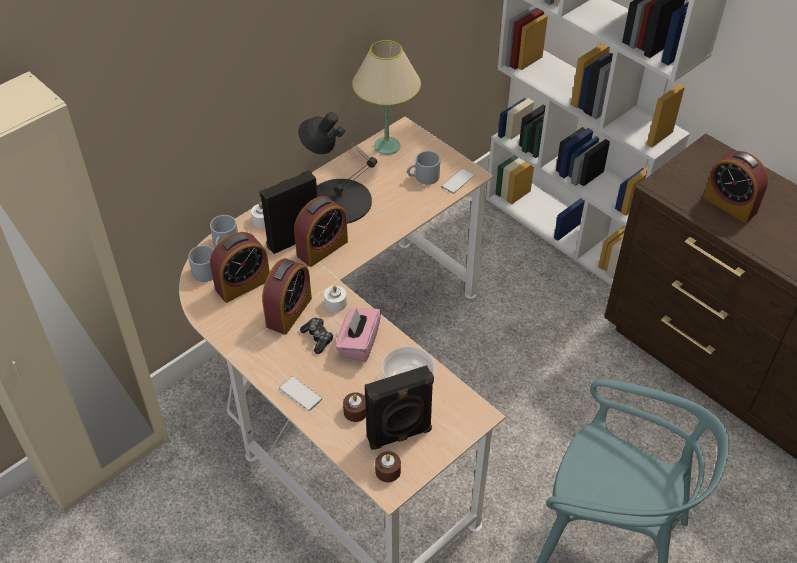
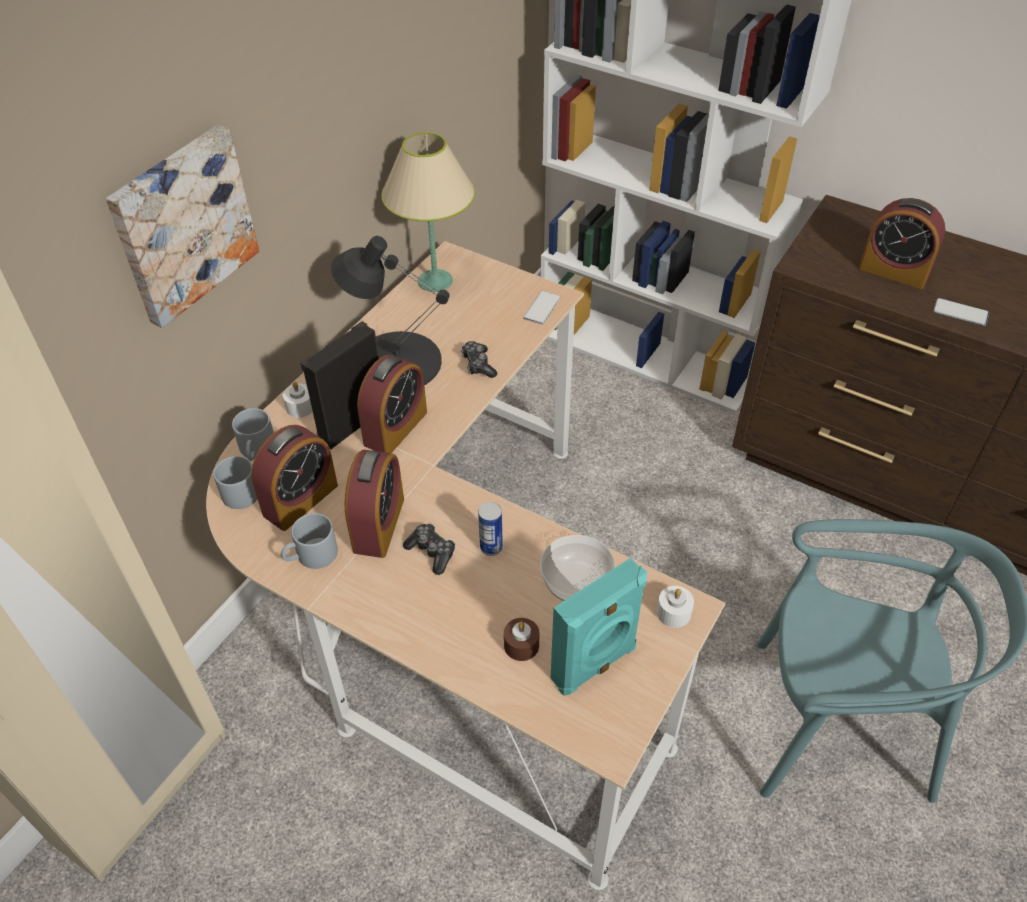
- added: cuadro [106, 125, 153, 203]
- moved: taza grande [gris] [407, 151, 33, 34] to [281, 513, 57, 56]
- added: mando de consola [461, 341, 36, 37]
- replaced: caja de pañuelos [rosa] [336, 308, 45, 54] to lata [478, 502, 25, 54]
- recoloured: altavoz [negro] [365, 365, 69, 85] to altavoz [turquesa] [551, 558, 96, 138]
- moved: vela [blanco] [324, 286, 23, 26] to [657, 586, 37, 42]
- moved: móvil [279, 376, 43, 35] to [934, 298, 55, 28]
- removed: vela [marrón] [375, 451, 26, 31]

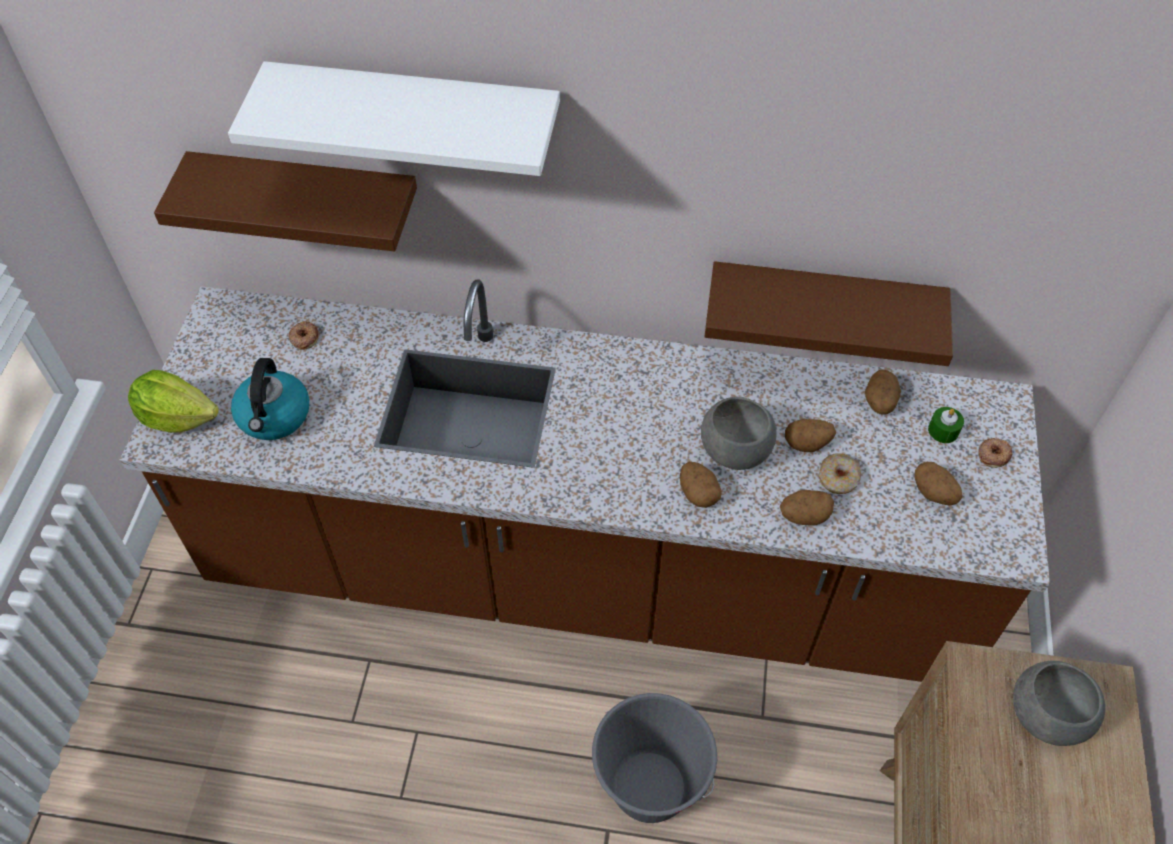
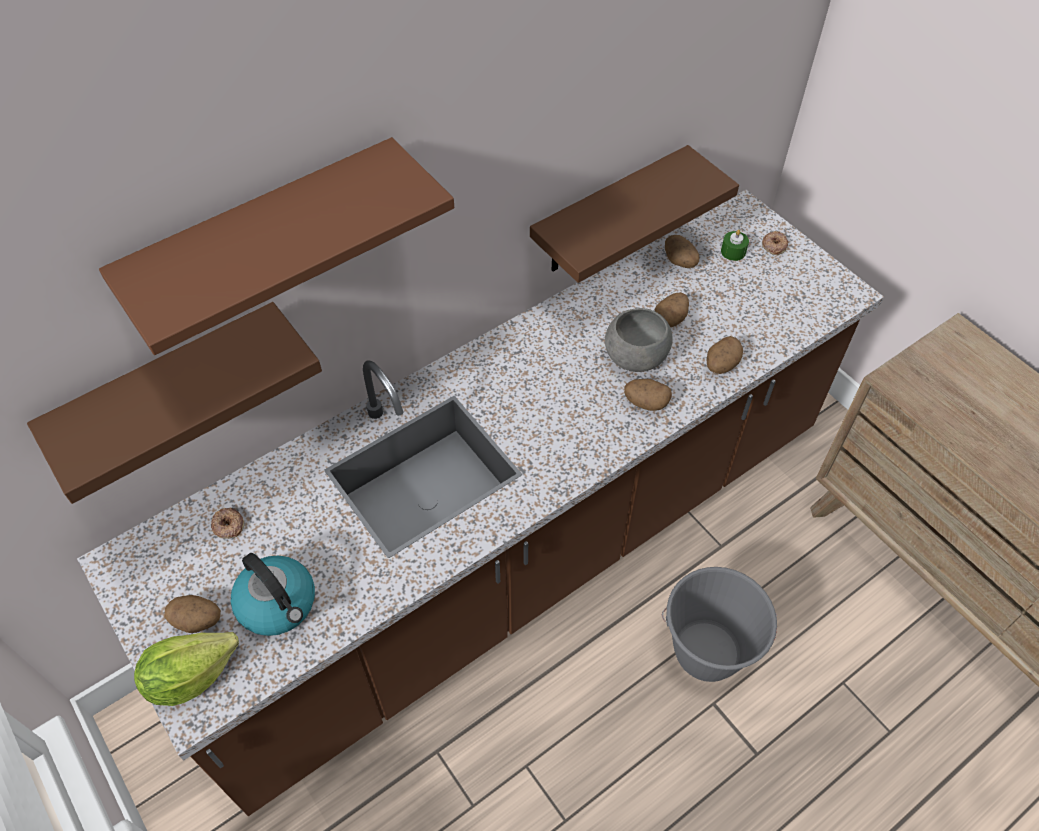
- recoloured: estante [blanco] [228, 61, 332, 115] to estante [marrón] [99, 137, 355, 218]
- moved: patata [915, 462, 48, 44] to [164, 595, 57, 38]
- removed: rosquilla [819, 453, 42, 41]
- removed: cuenco [gris] [1013, 661, 92, 85]

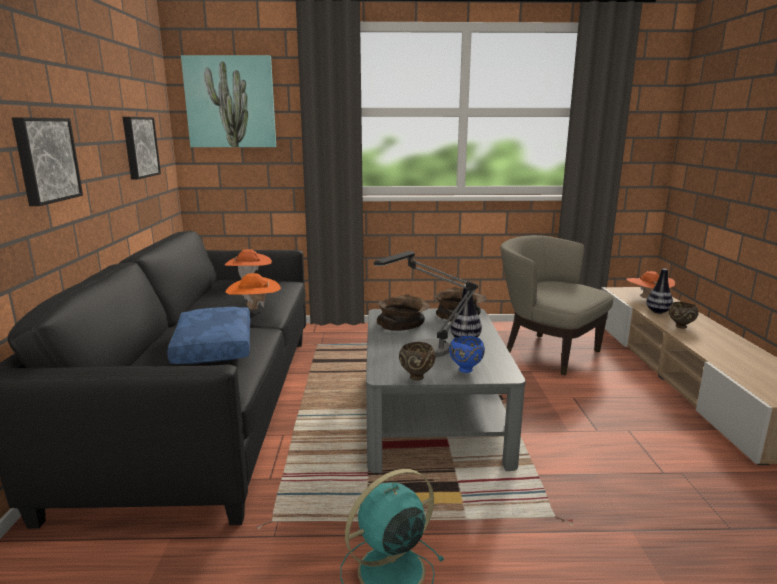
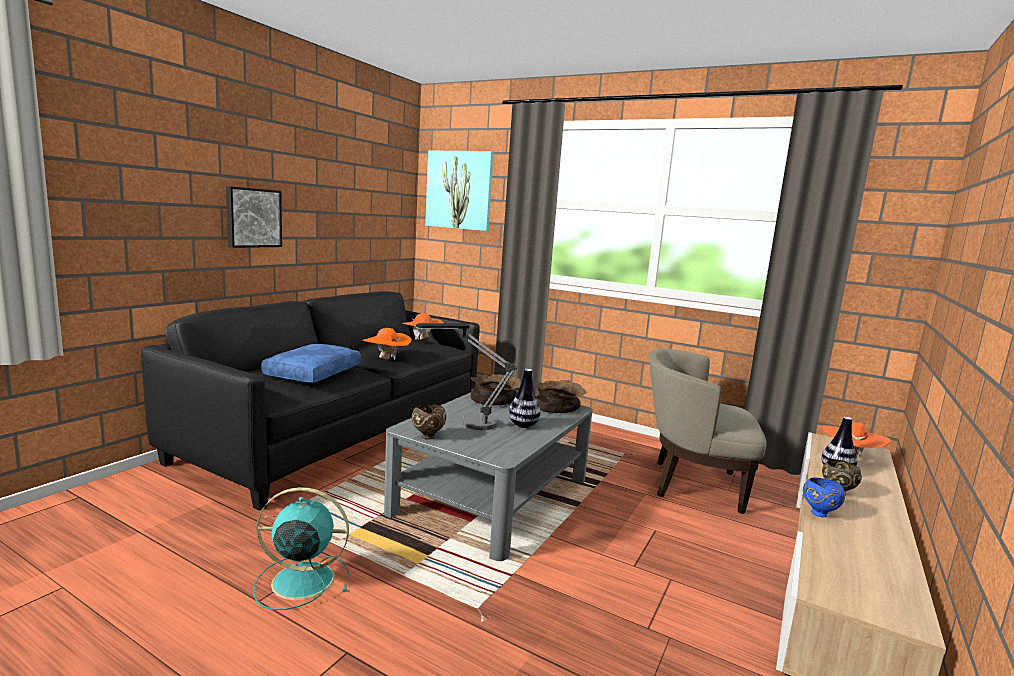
- turned: sillón [beis] [500, 235, 113, 140] = [649, 348, 117, 166] 60 degrees counterclockwise
- moved: cuenco [azul] [449, 336, 36, 37] to [803, 478, 42, 39]
- removed: cuadro [123, 117, 38, 62]

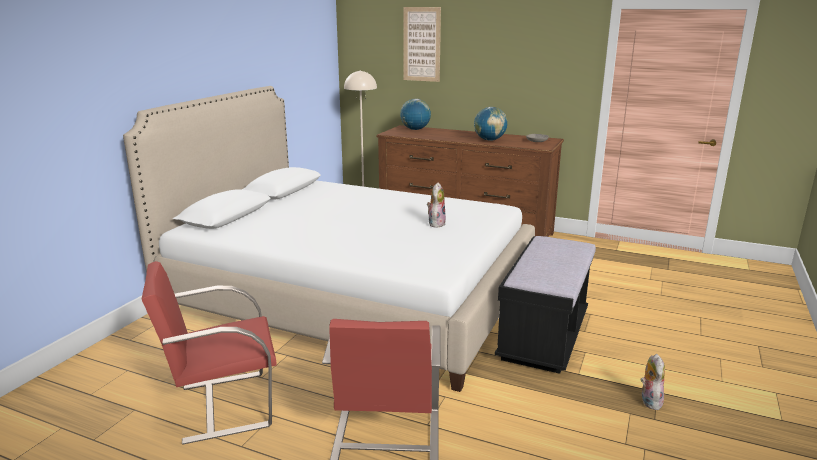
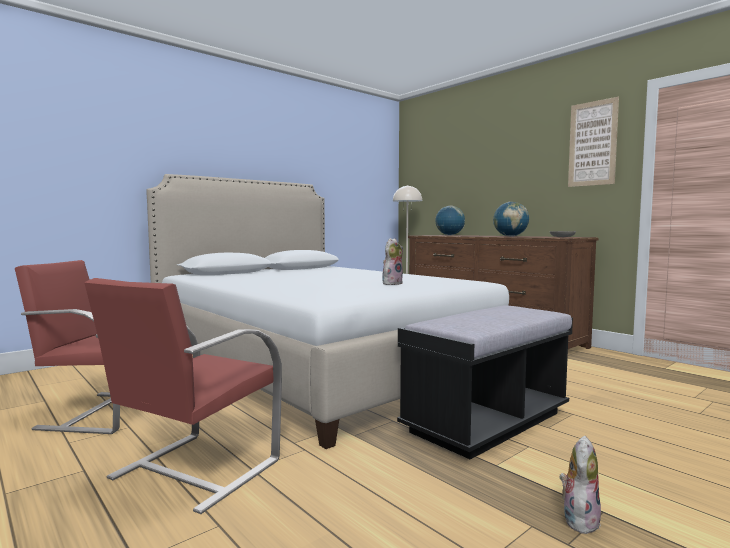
- moved: cuadro [403, 7, 38, 75] to [568, 97, 51, 90]

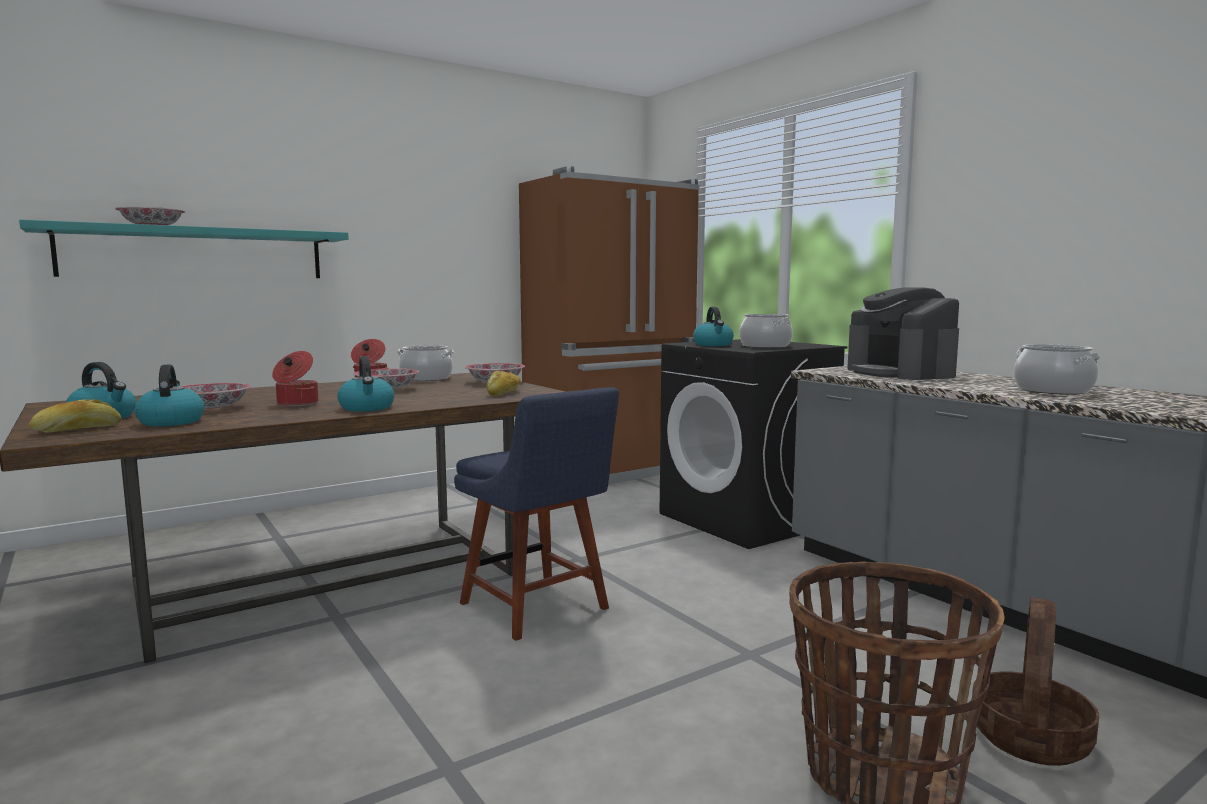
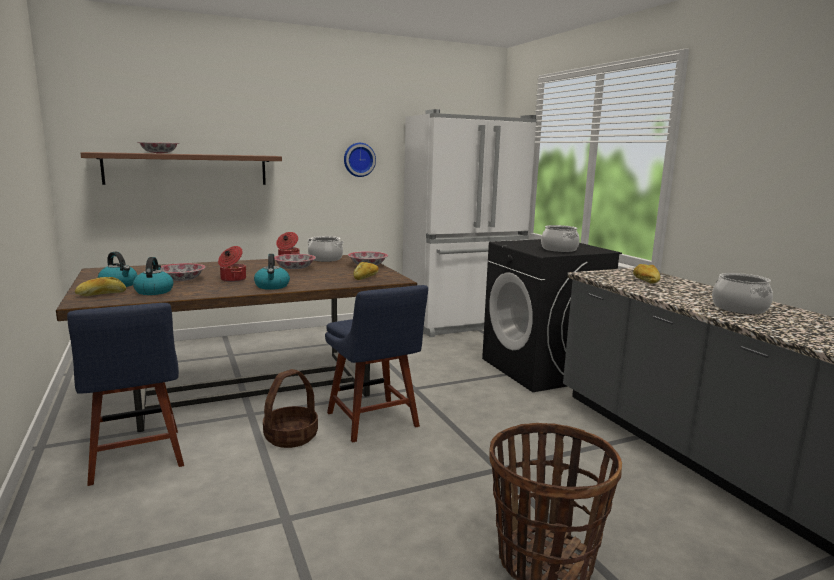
- added: silla [azul] [67, 303, 117, 183]
- recoloured: estante [turquesa] [19, 219, 330, 59] to estante [marrón] [81, 152, 201, 33]
- moved: cesta [972, 598, 127, 168] to [263, 369, 55, 79]
- added: reloj de pared [344, 143, 32, 34]
- recoloured: nevera [marrón] [519, 166, 180, 318] to nevera [blanco] [403, 109, 134, 228]
- replaced: cafetera [847, 287, 112, 93] to pan [633, 264, 27, 20]
- removed: hervidor [693, 307, 41, 39]

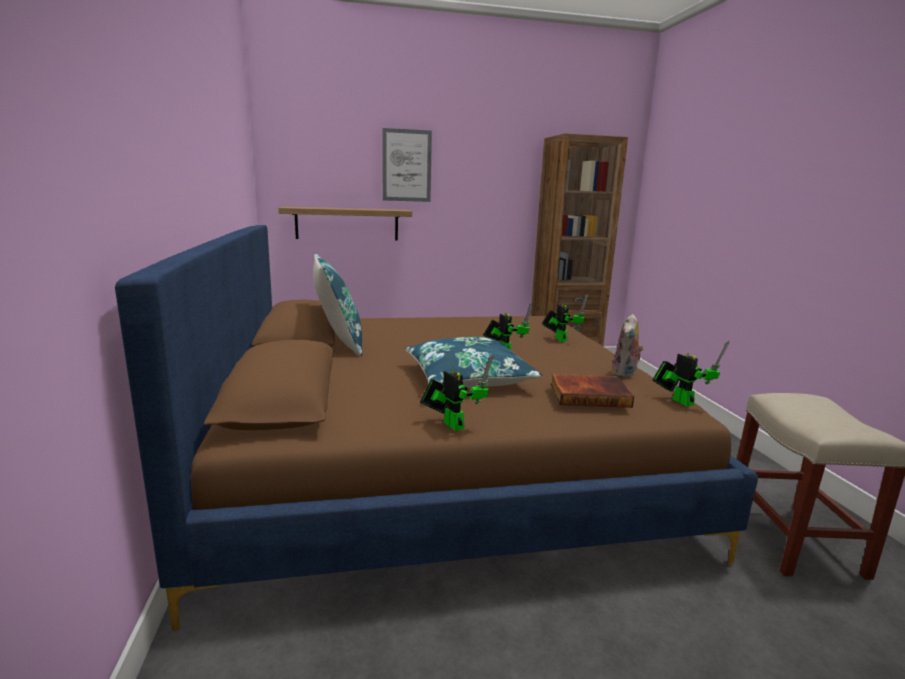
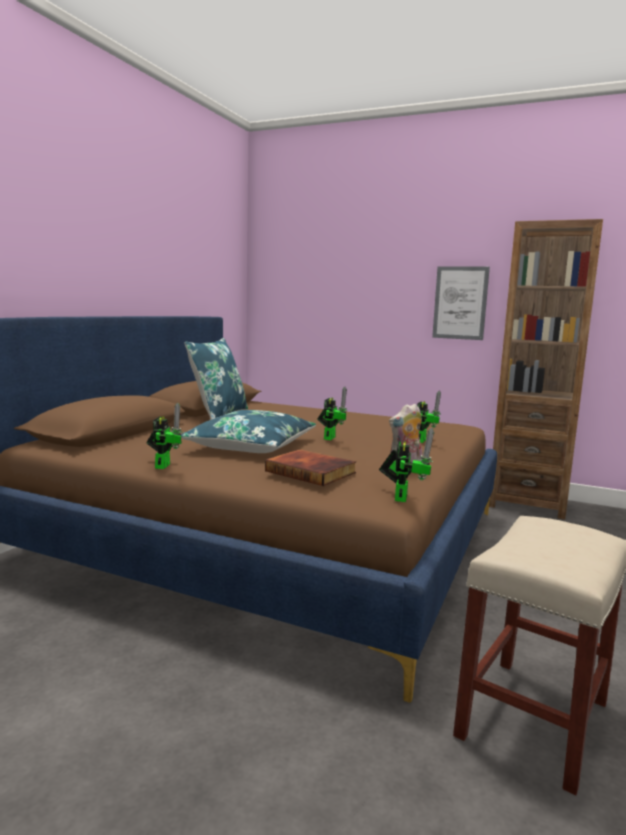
- moved: cuadro [382, 128, 50, 74] to [432, 266, 58, 74]
- removed: estante [278, 207, 134, 33]

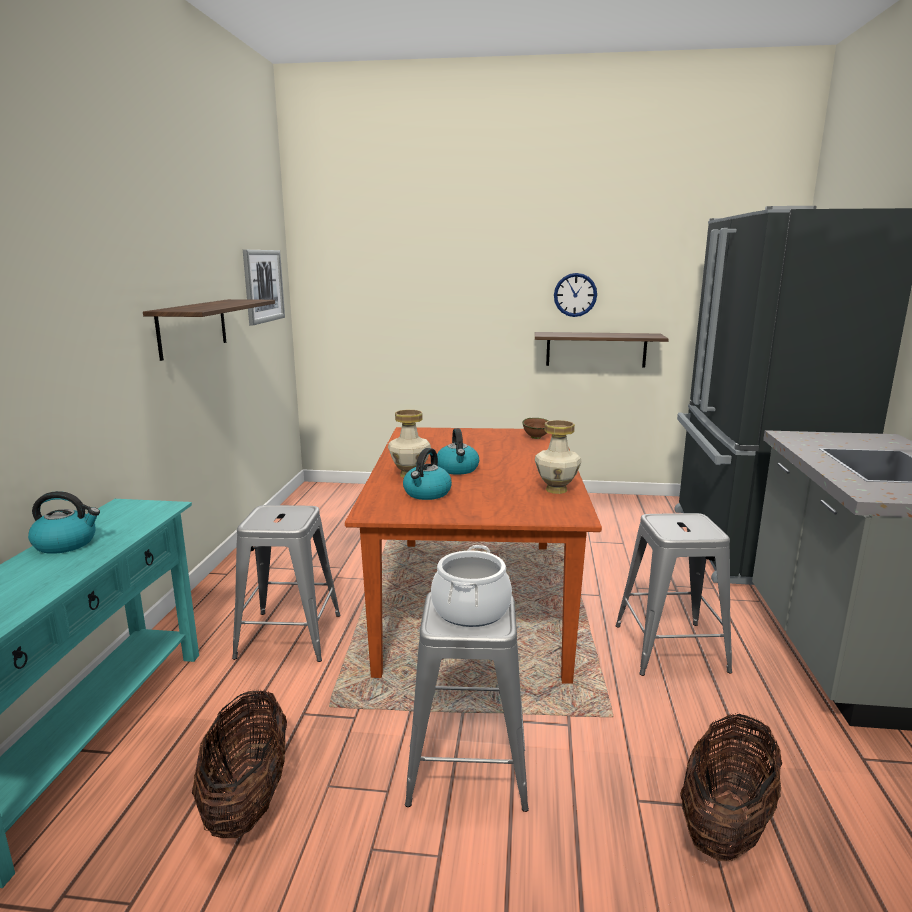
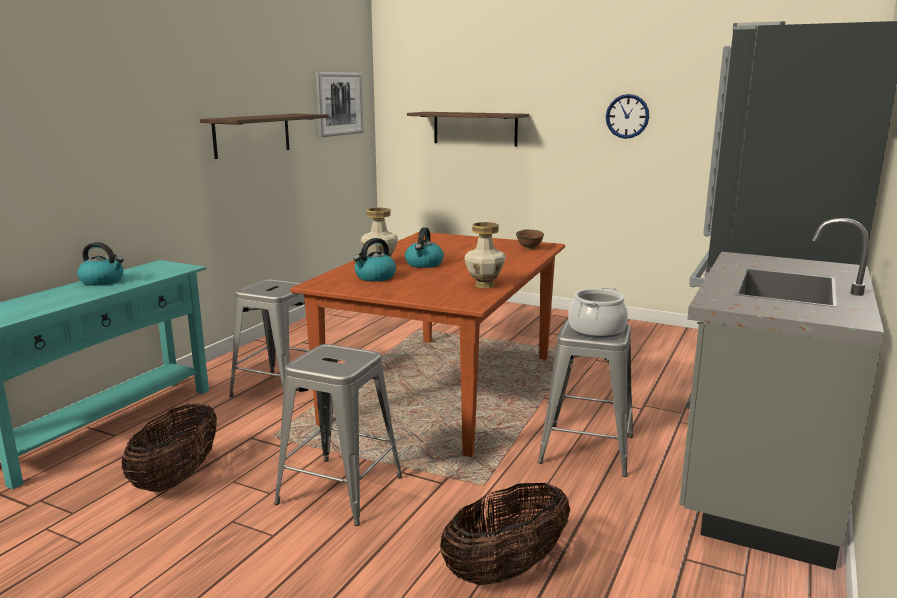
- moved: estante [535, 332, 134, 35] to [407, 112, 122, 34]
- moved: olla [431, 545, 81, 82] to [568, 287, 60, 51]

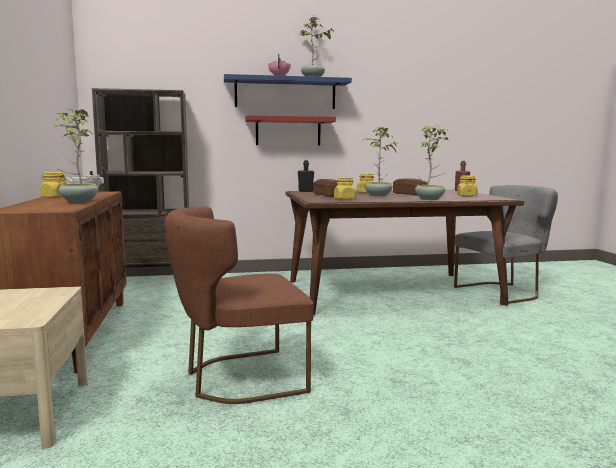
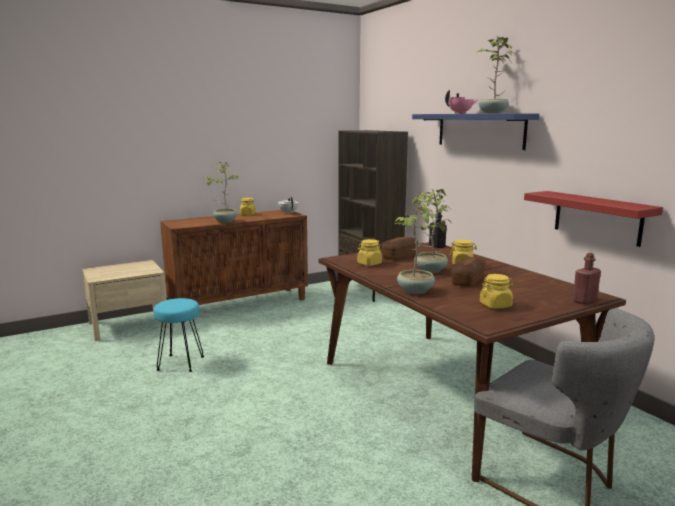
- replaced: silla [marrón] [163, 206, 151, 198] to taburete [turquesa] [154, 298, 50, 74]
- moved: estante [rojo] [245, 115, 91, 31] to [524, 191, 139, 56]

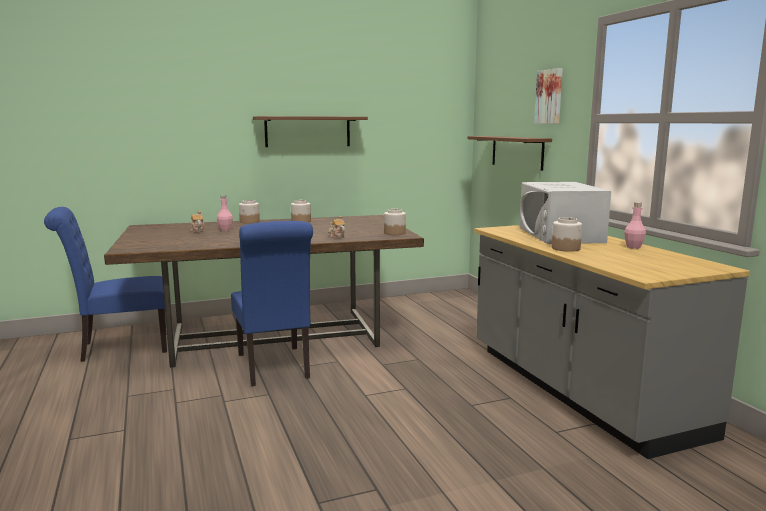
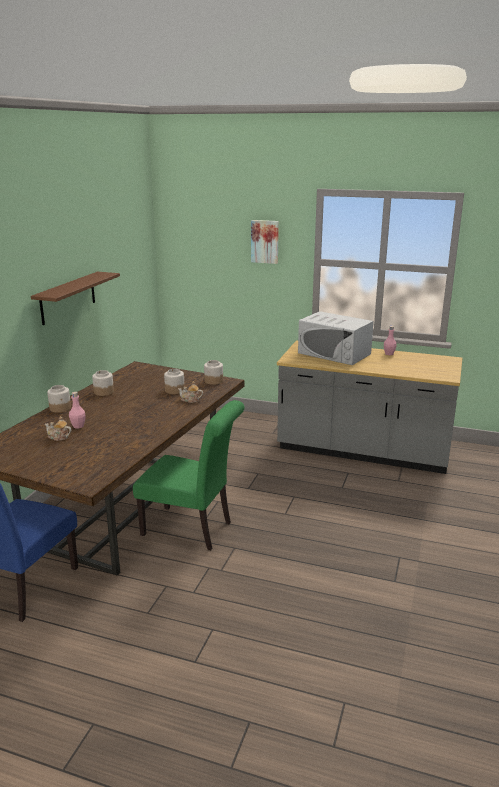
- recoloured: silla [azul] [231, 221, 82, 165] to silla [verde] [133, 400, 112, 150]
- moved: tarro [552, 217, 30, 35] to [164, 369, 21, 25]
- removed: estante [marrón] [467, 136, 85, 35]

